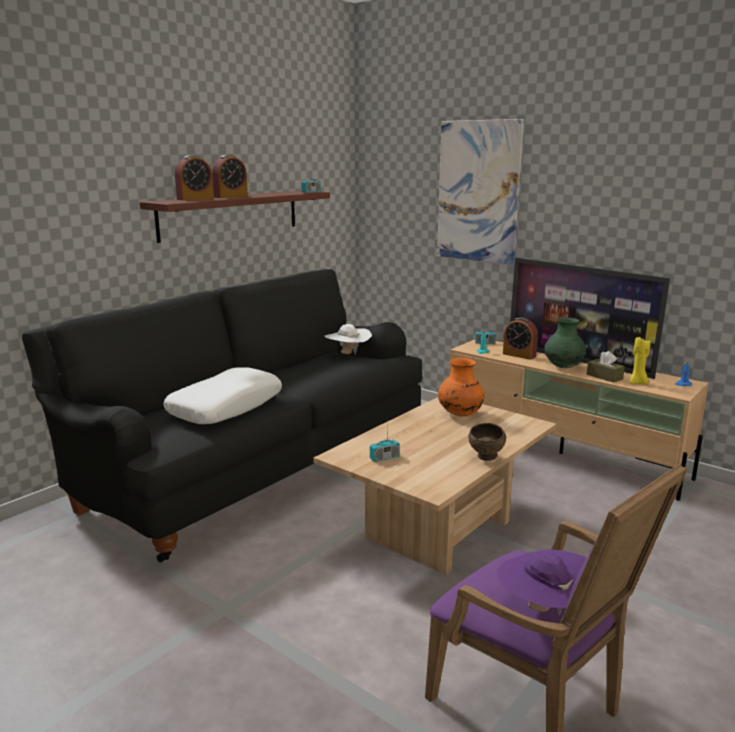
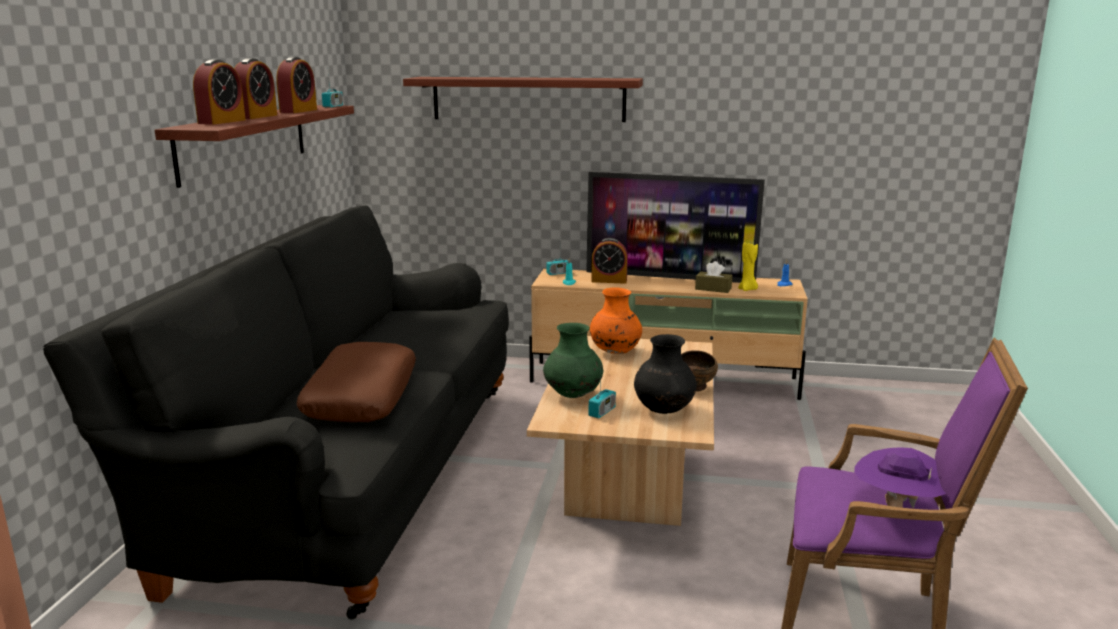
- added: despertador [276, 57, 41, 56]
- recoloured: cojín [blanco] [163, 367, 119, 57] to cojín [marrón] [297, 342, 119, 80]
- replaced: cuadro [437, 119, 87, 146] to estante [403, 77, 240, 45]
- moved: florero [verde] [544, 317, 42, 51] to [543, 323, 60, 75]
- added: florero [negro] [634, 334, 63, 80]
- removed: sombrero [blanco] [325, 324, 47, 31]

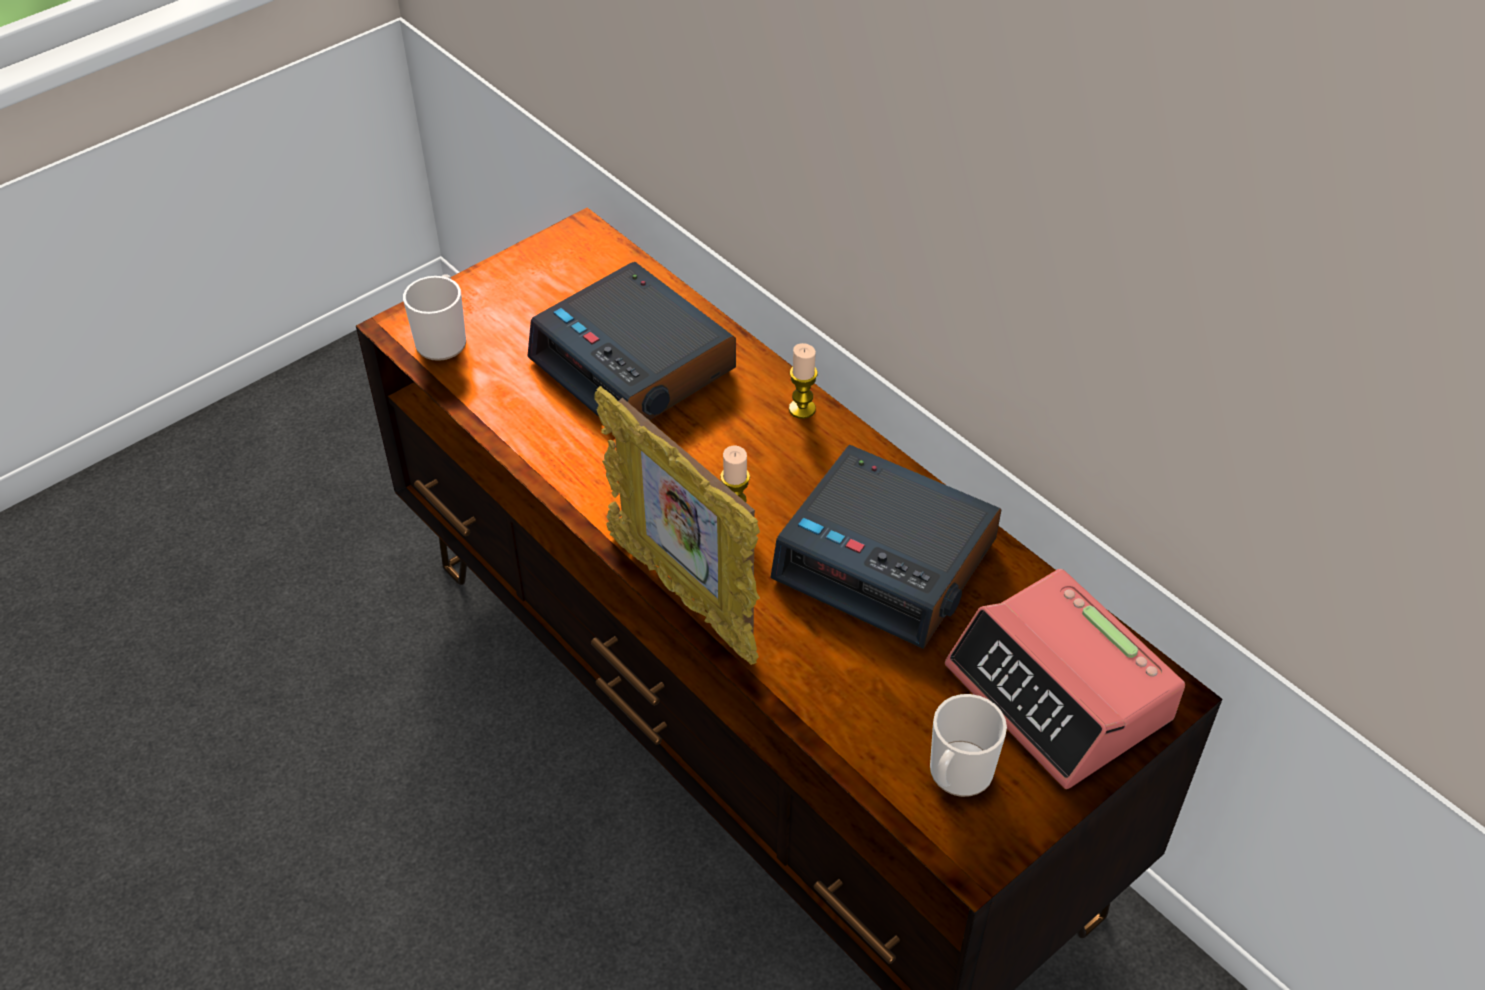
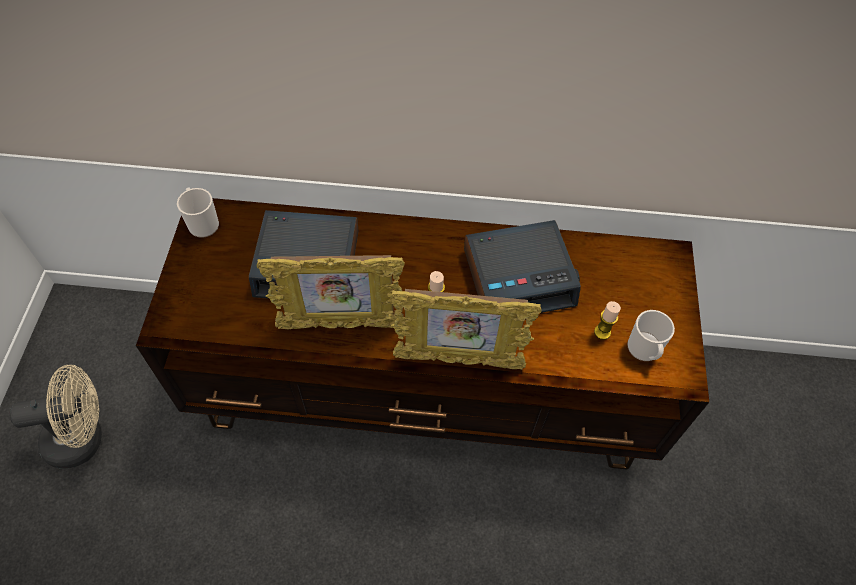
- added: ventilador [beis] [9, 365, 93, 104]
- moved: taza grande [403, 274, 63, 87] to [177, 187, 42, 51]
- added: portarretratos [257, 255, 148, 74]
- moved: vela [789, 343, 29, 76] to [594, 301, 27, 39]
- removed: despertador [945, 569, 240, 220]

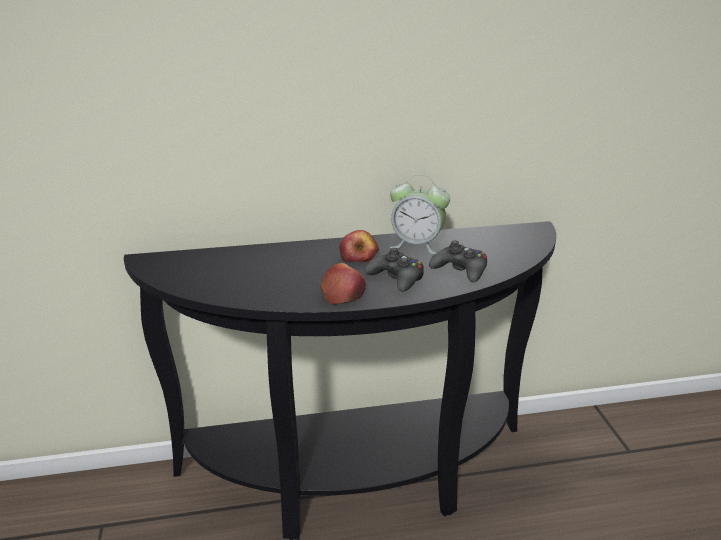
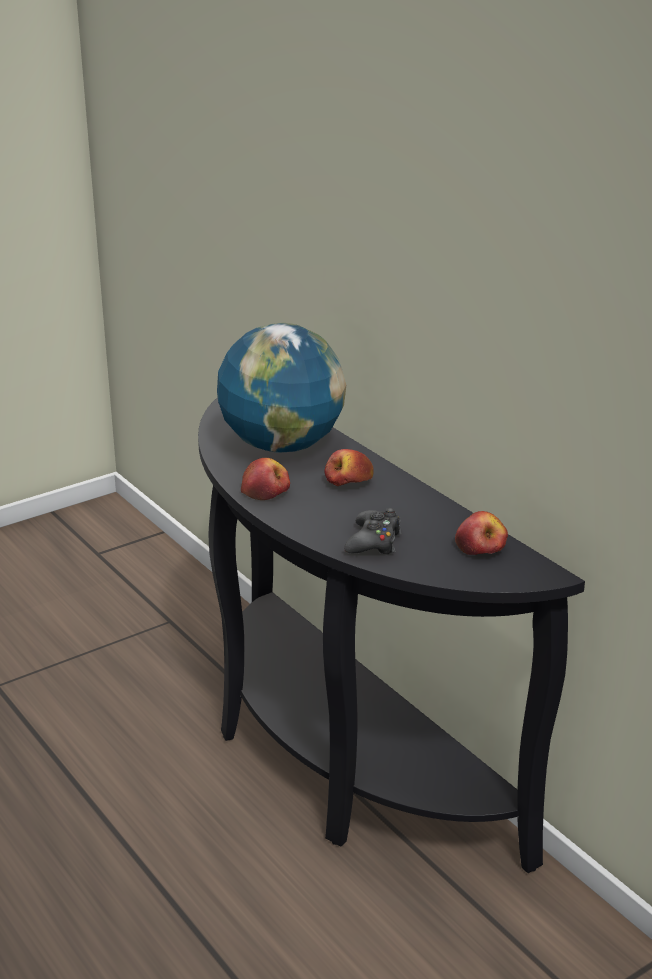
- added: globo terráqueo [217, 323, 129, 130]
- added: manzana [455, 511, 53, 44]
- removed: mando de consola [negro] [365, 248, 59, 44]
- removed: despertador [390, 175, 60, 80]

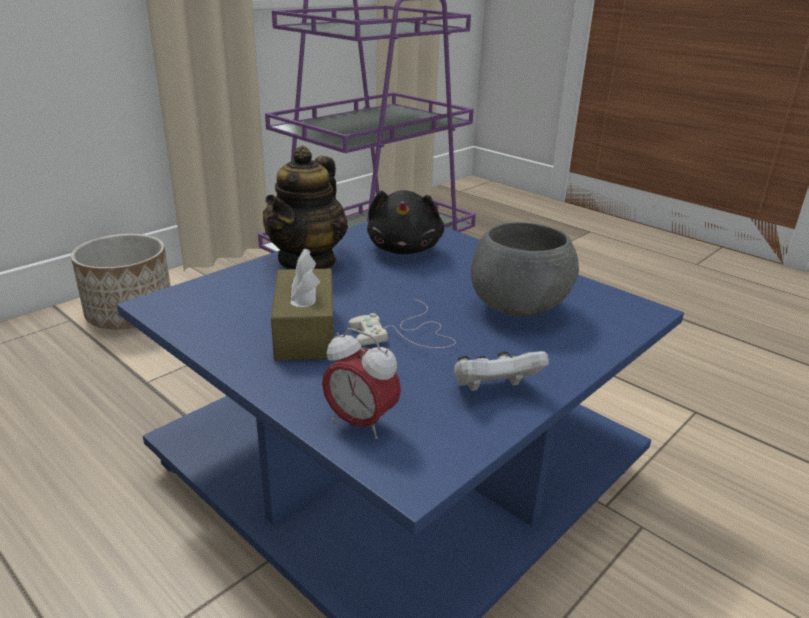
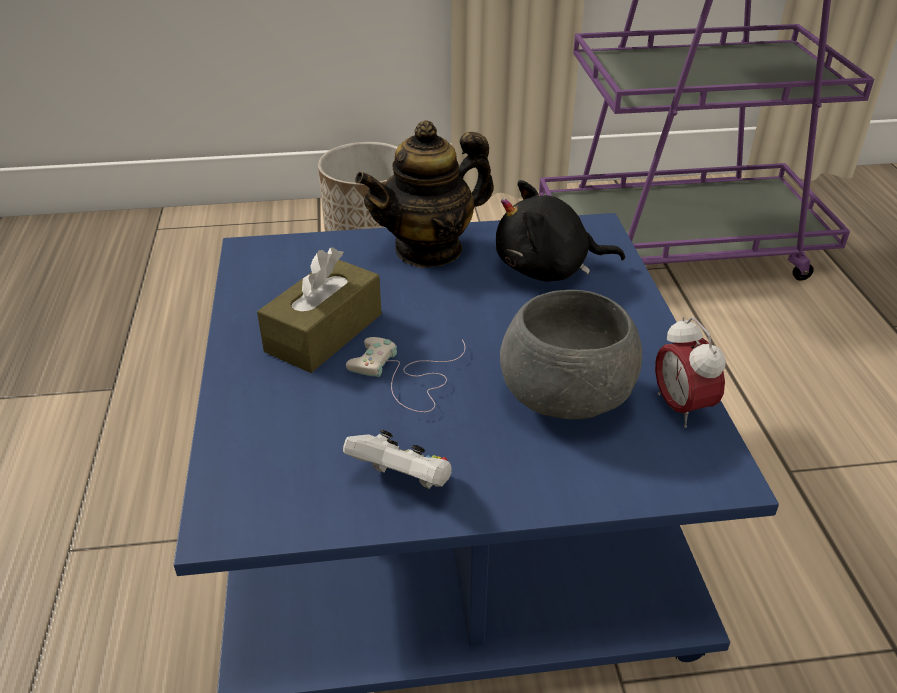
- turned: peluche [negro] [367, 190, 77, 64] = [496, 180, 129, 101] 45 degrees clockwise
- moved: despertador [322, 328, 79, 111] to [655, 317, 71, 111]

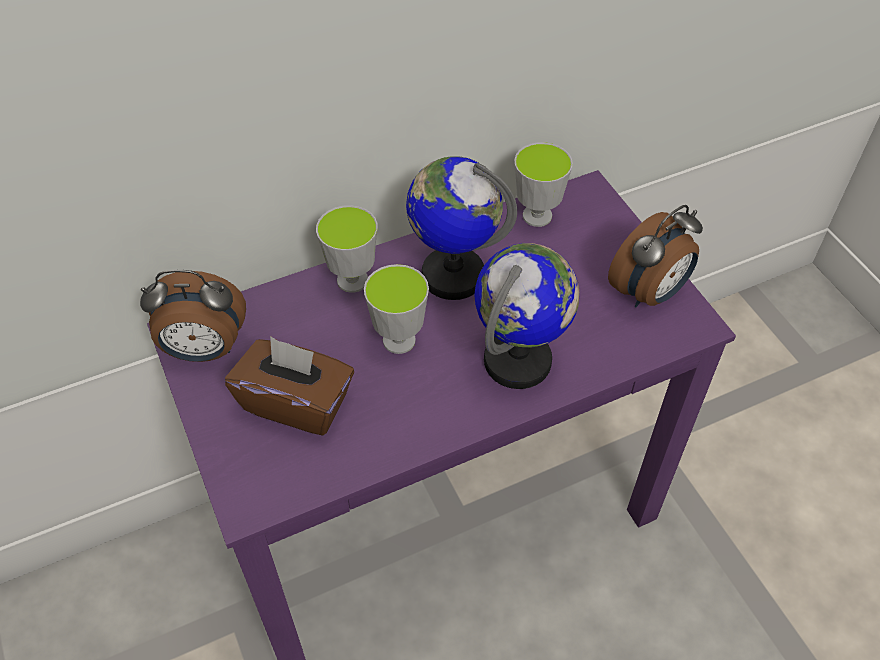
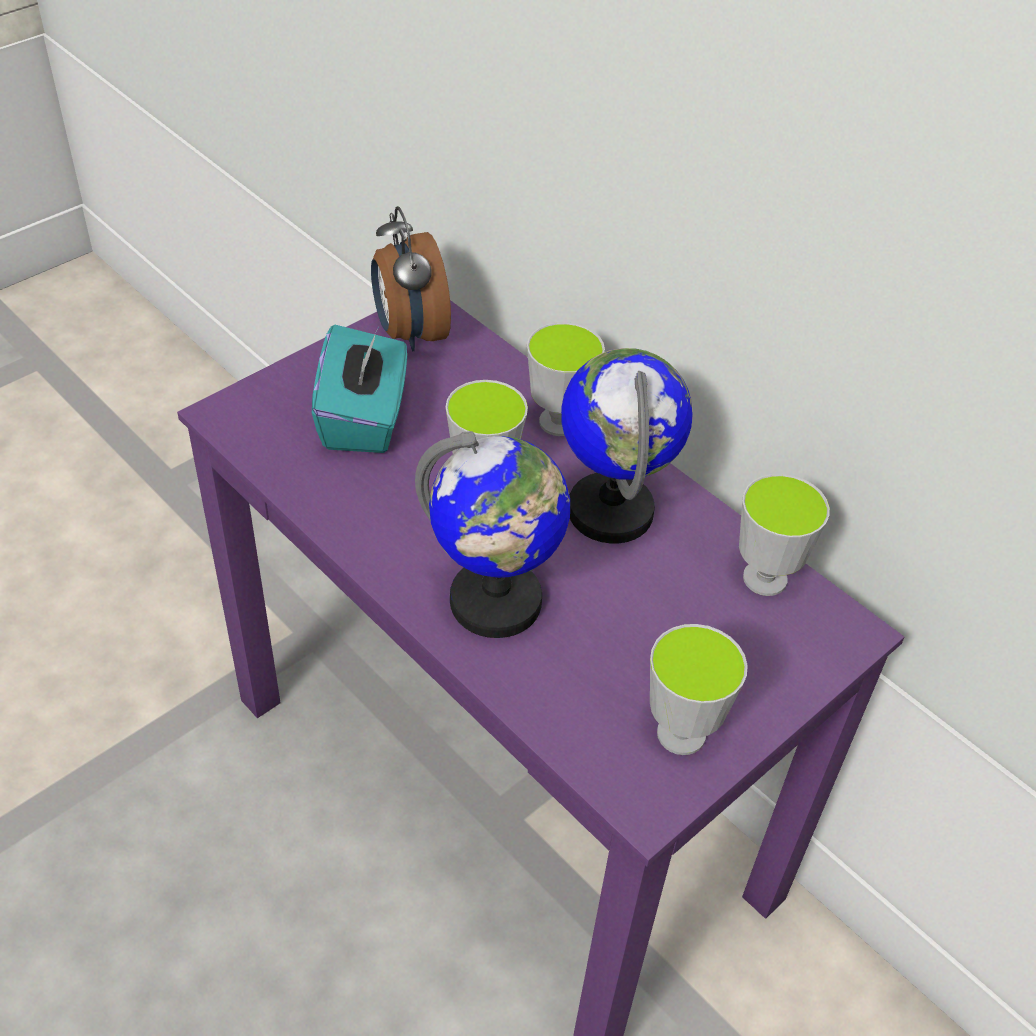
- recoloured: caja de pañuelos [marrón] [225, 336, 129, 99] to caja de pañuelos [turquesa] [312, 325, 95, 128]
- replaced: despertador [608, 205, 95, 102] to taza [650, 624, 98, 131]

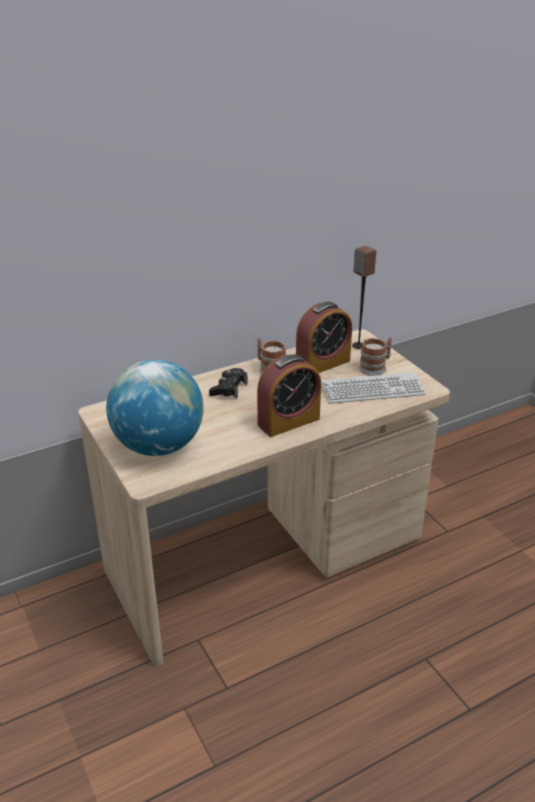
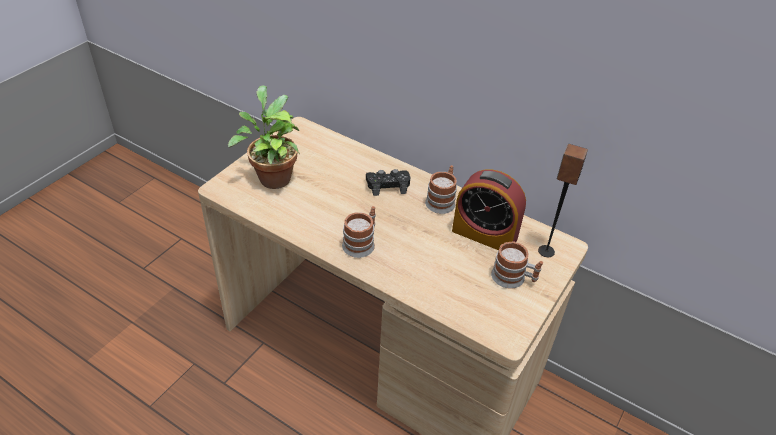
- replaced: globo terráqueo [106, 360, 97, 96] to planta en maceta [228, 85, 72, 104]
- replaced: despertador [257, 354, 64, 83] to taza grande [342, 206, 34, 52]
- removed: teclado [321, 372, 105, 32]

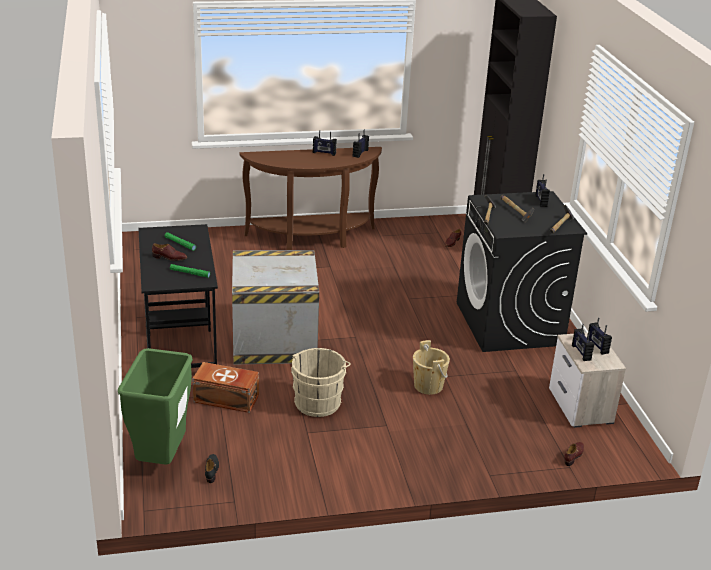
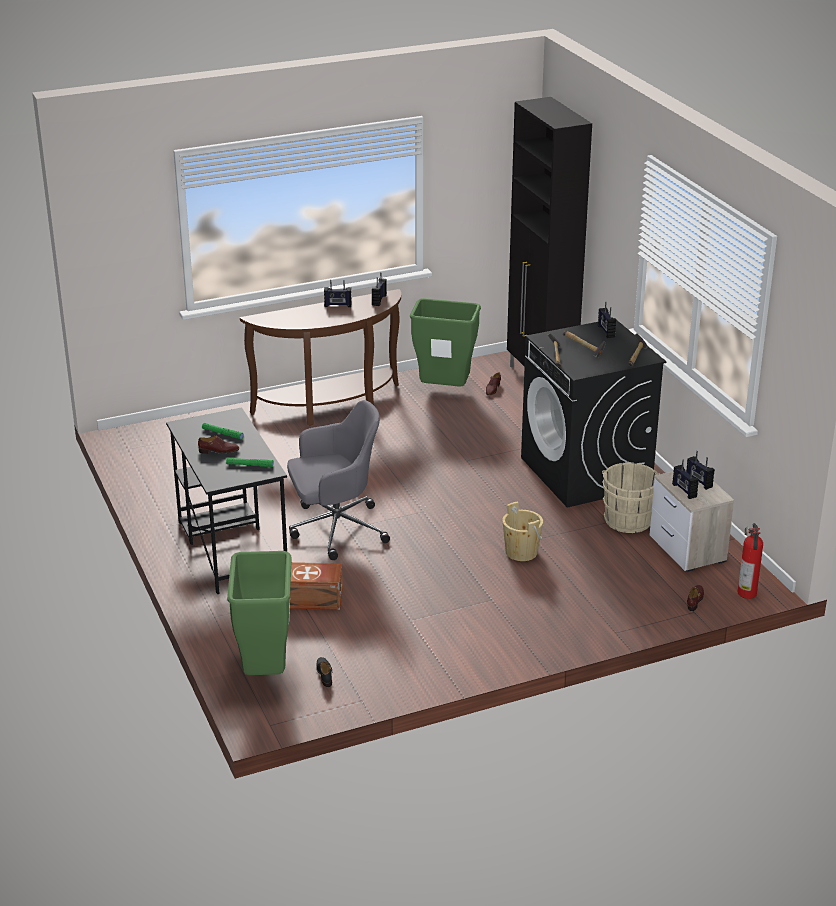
- replaced: caja de embalaje [232, 250, 87, 115] to silla de oficina [gris] [287, 400, 103, 160]
- added: papelera [verde] [410, 298, 71, 89]
- moved: cubo [beis] [291, 348, 60, 69] to [602, 463, 57, 70]
- added: extintor [738, 523, 25, 76]

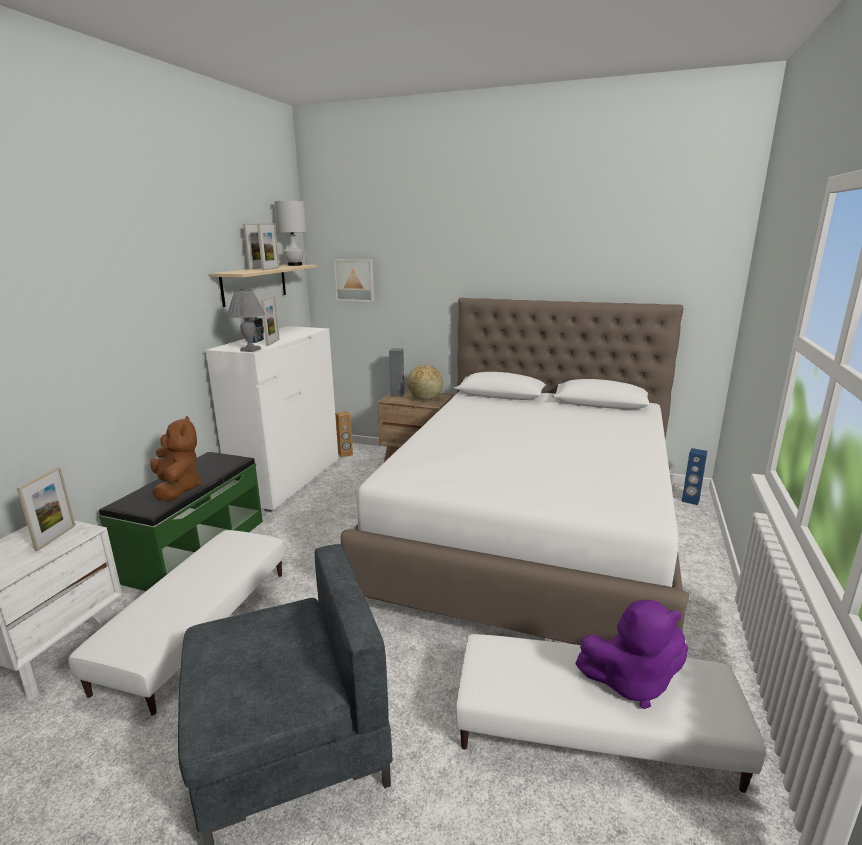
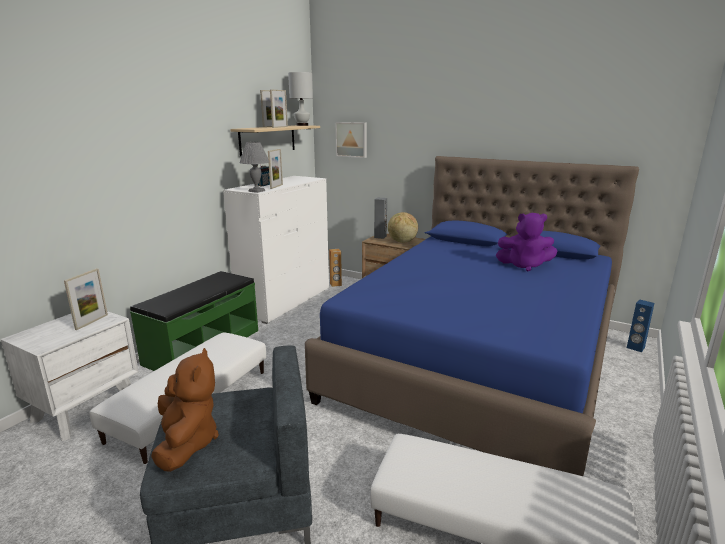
- moved: peluche [marrón] [150, 415, 52, 87] to [151, 348, 68, 124]
- recoloured: cama [blanco] [340, 298, 349, 347] to cama [azul] [305, 156, 334, 320]
- moved: peluche [morado] [575, 600, 113, 109] to [496, 213, 61, 58]

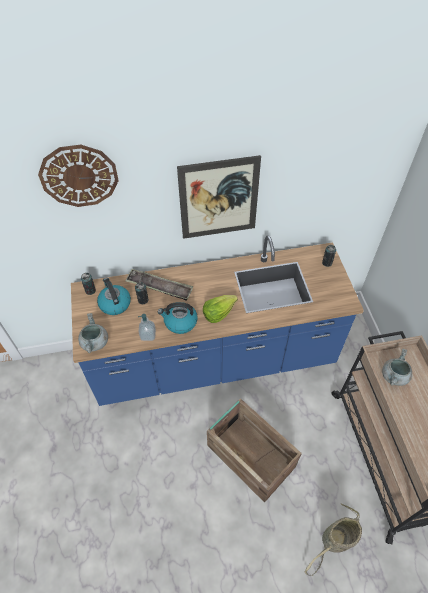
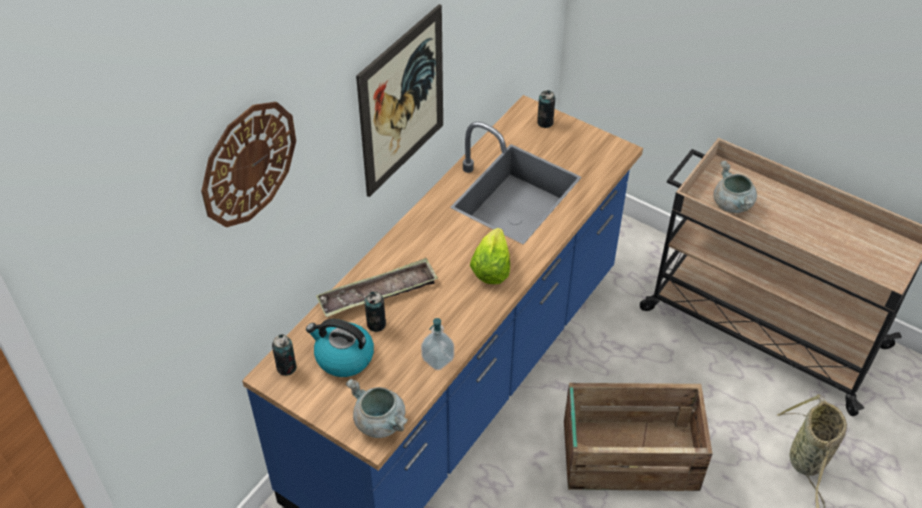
- removed: hervidor [158, 302, 40, 32]

